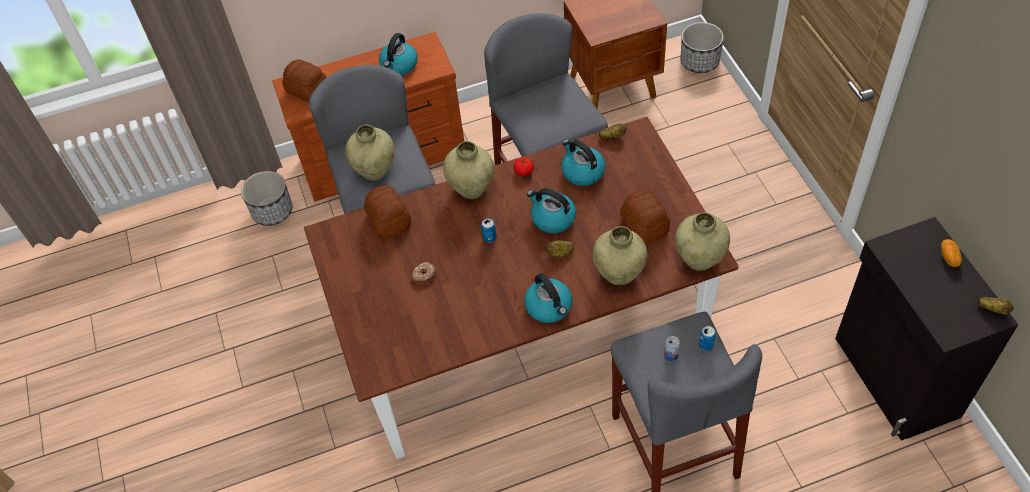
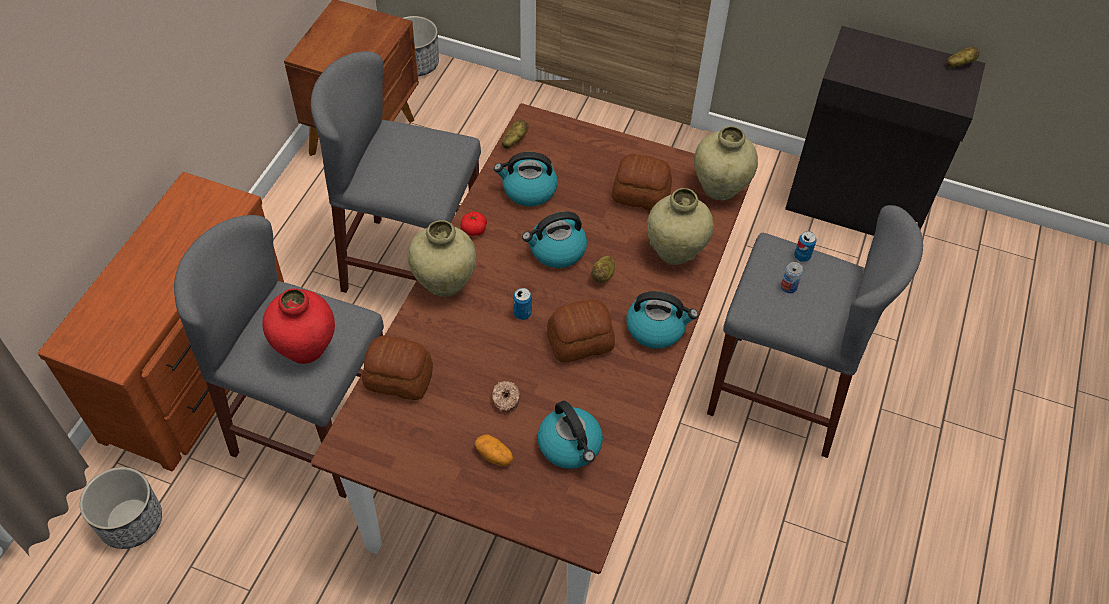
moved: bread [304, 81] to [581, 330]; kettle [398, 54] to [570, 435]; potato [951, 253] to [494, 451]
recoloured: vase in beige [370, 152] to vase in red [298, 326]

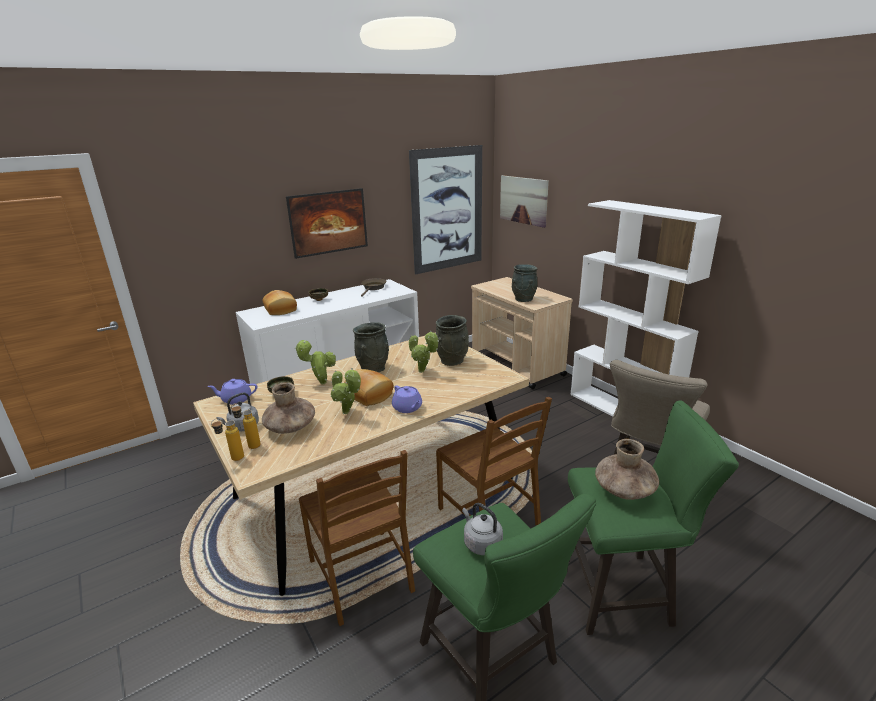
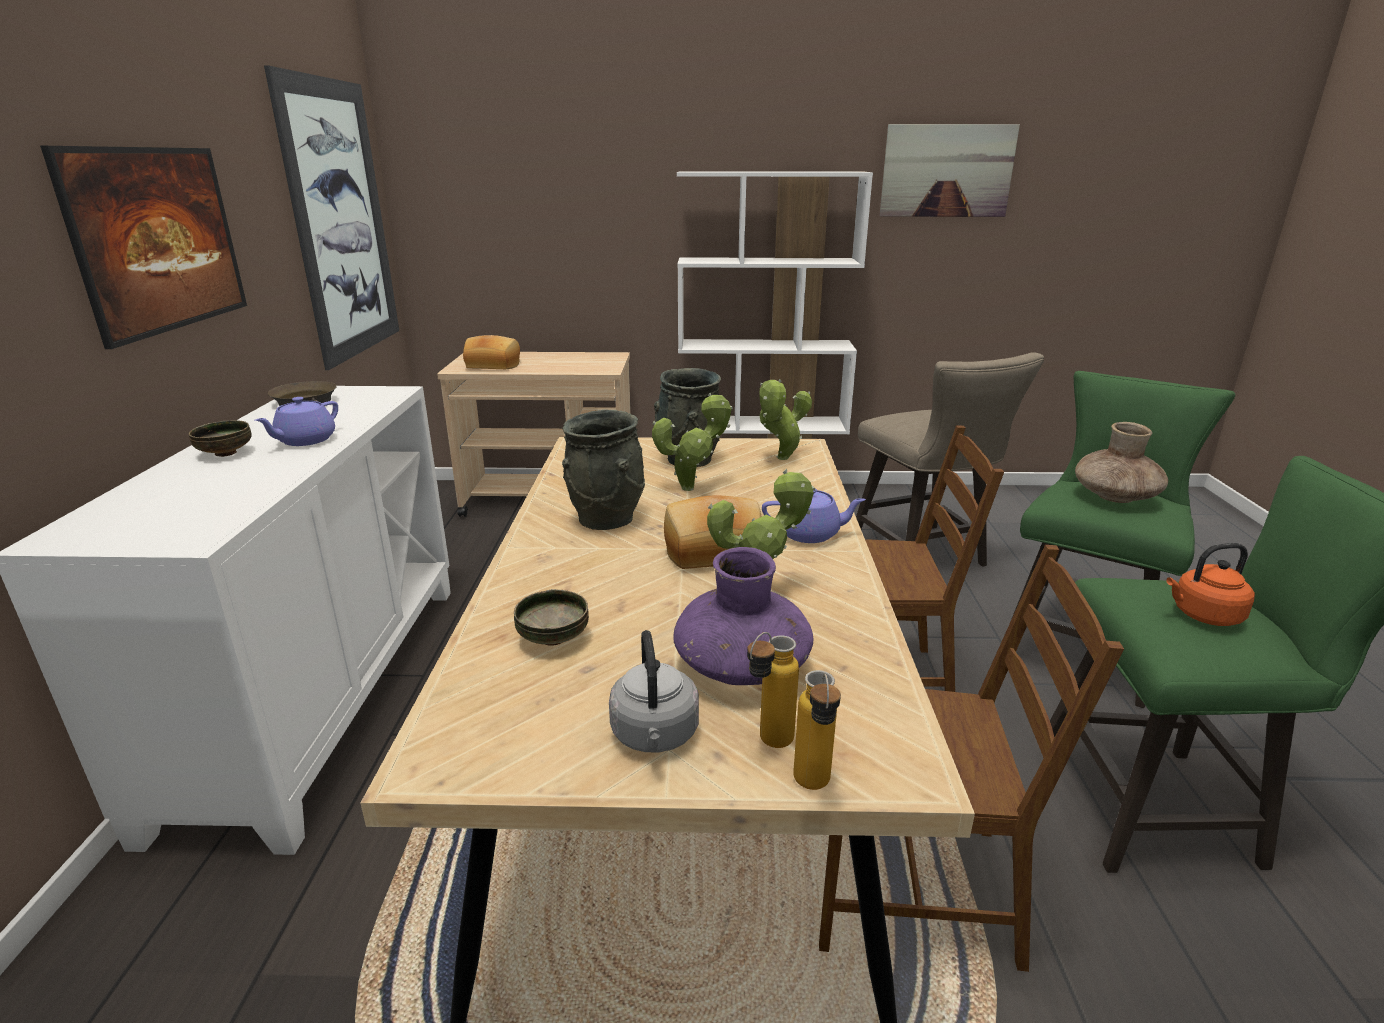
removed: vase in grey [525, 283]
moved: teapot in purple [232, 391] to [296, 421]; bread [280, 302] to [491, 352]; potted plant [315, 362] to [785, 419]; picture [524, 201] to [949, 170]
recoloured: vase in brown [288, 408] to vase in purple [743, 616]; kettle in grey [482, 529] to kettle in orange [1210, 584]

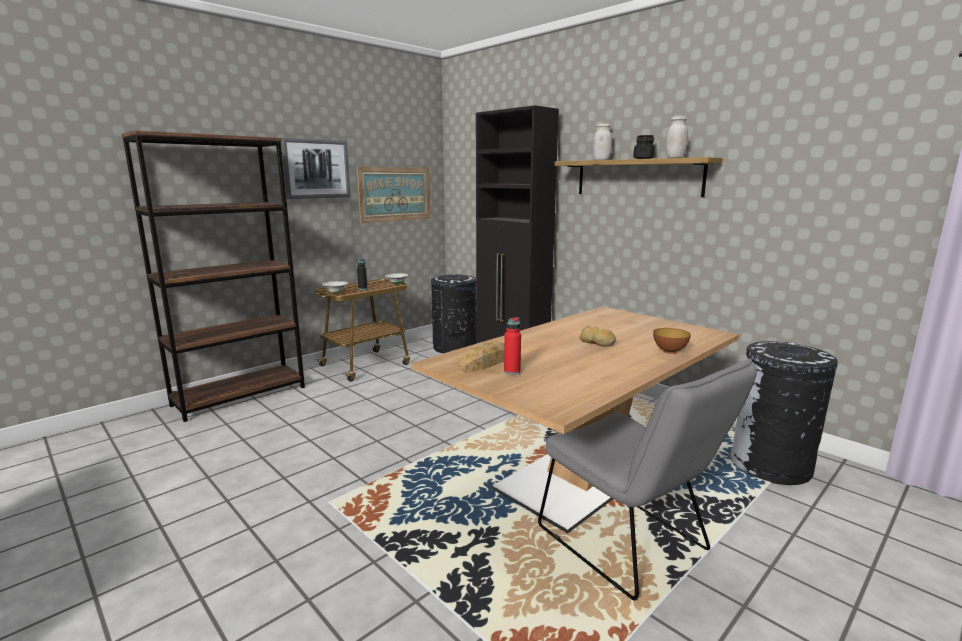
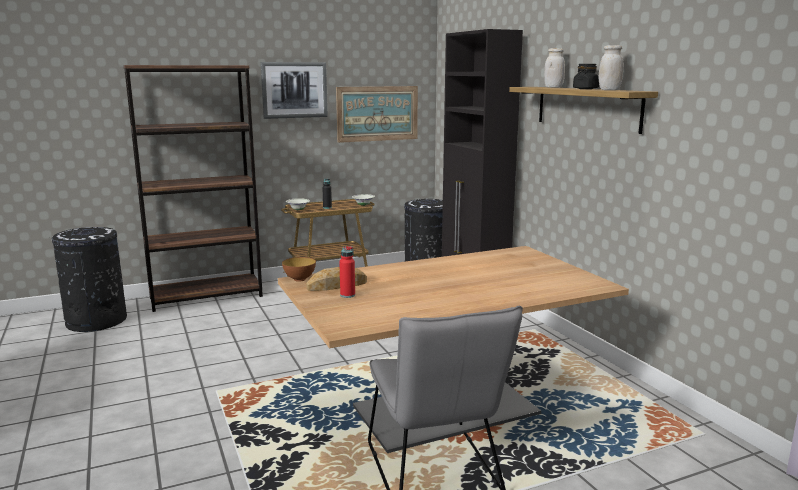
removed: bread [597, 336]
moved: bowl [672, 341] to [299, 269]; trash can in black [784, 413] to [88, 279]

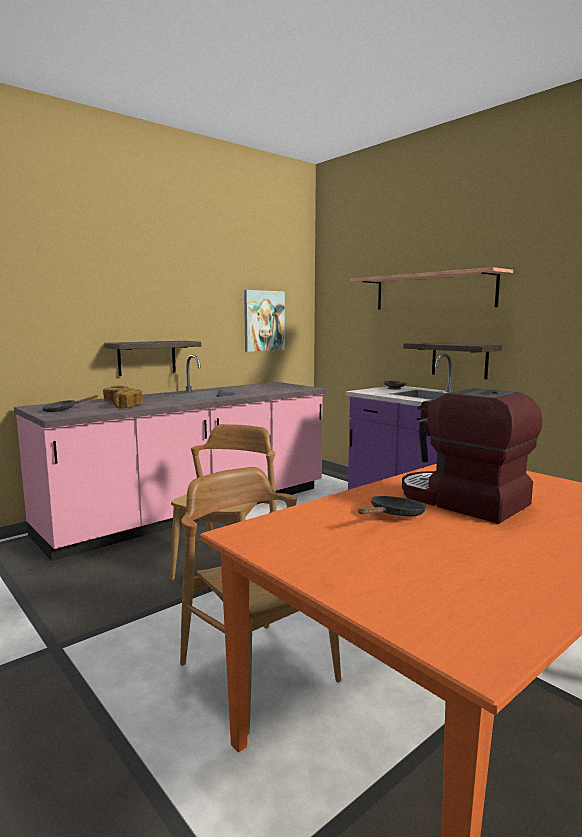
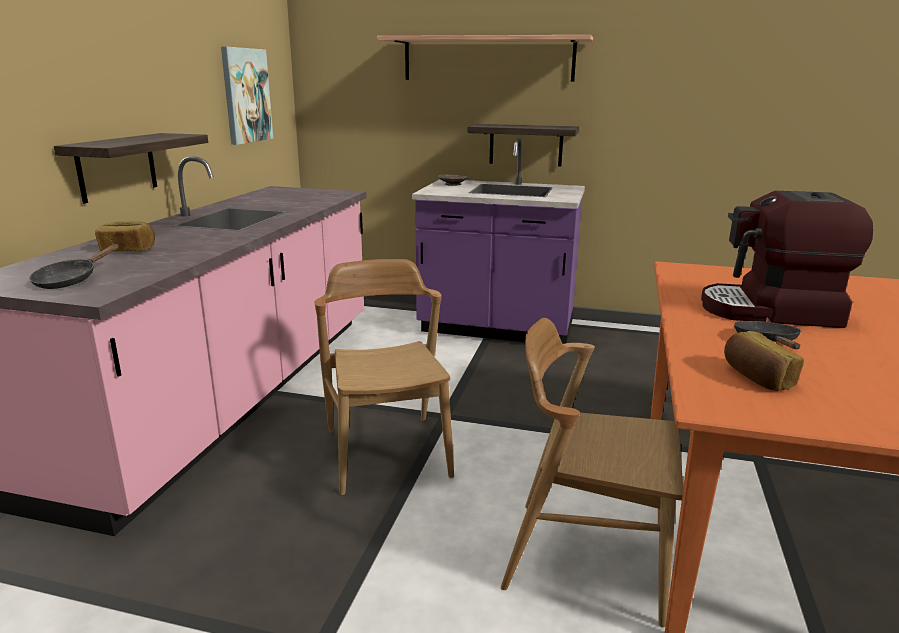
moved: bread [128, 398] to [764, 361]

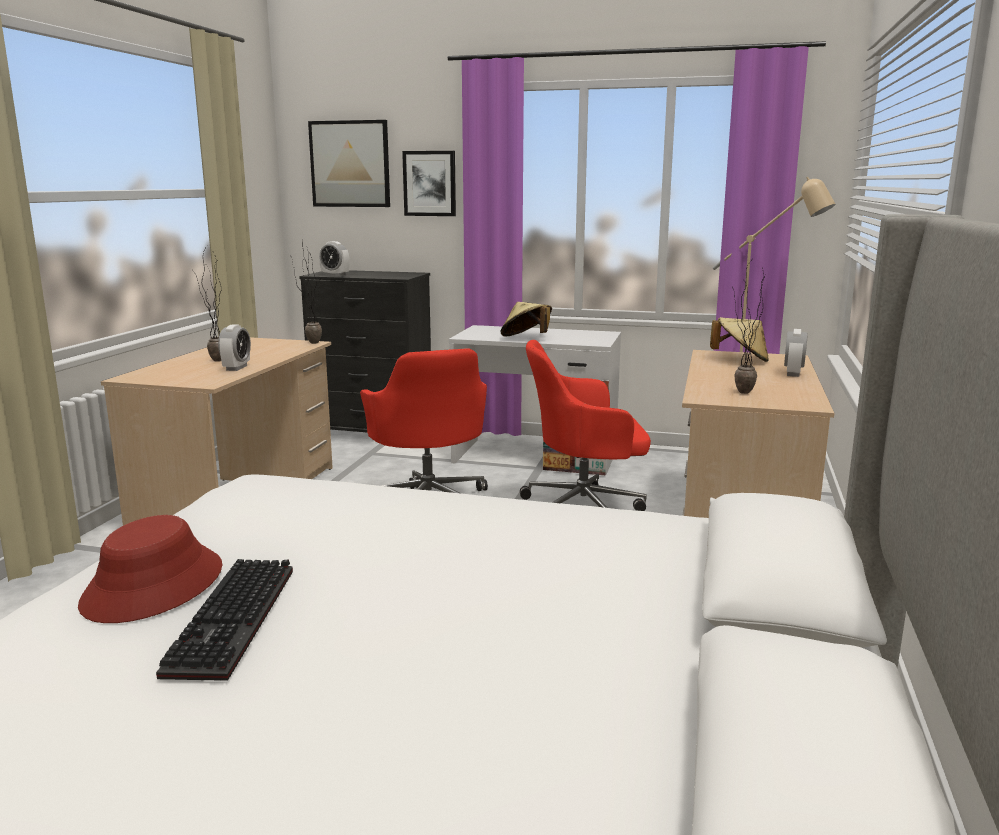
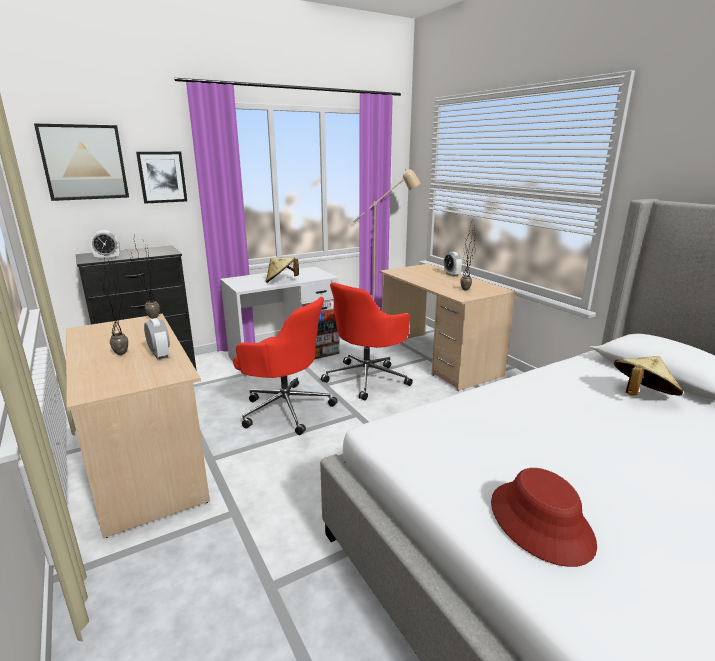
removed: keyboard [224, 620]
moved: hat in beige [739, 339] to [648, 376]

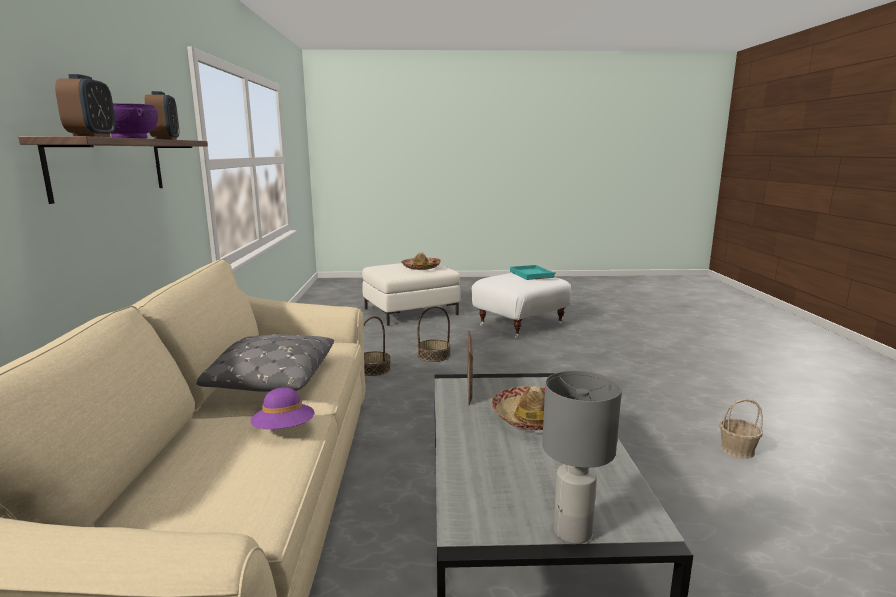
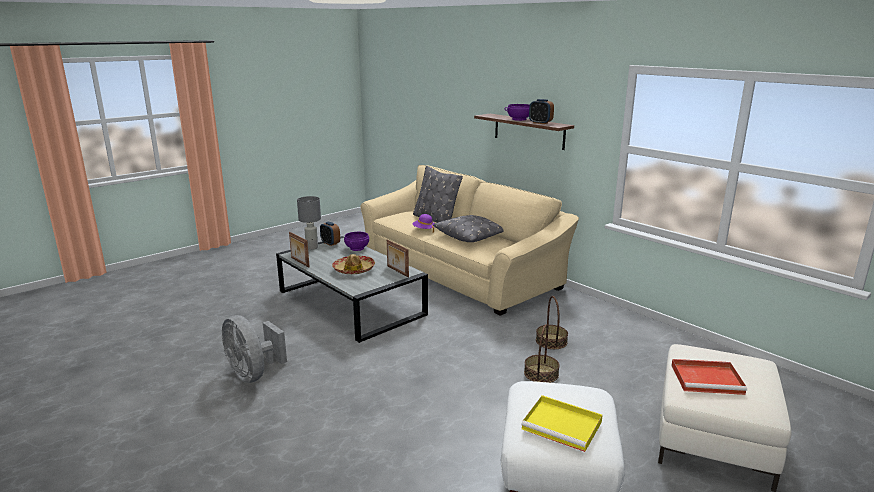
added: picture frame [299, 249]; bowl in purple [356, 241]; pillow in grey [438, 194]
moved: alarm clock [85, 105] to [330, 234]
replaced: hat [421, 261] to tray in red [709, 377]; basket [741, 429] to fan in grey [254, 349]
recoloured: tray in turquoise [533, 272] to tray in yellow [562, 423]

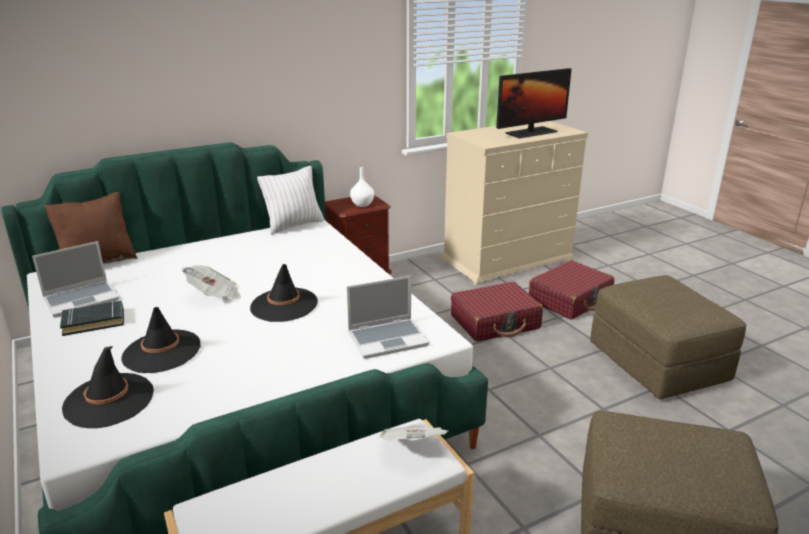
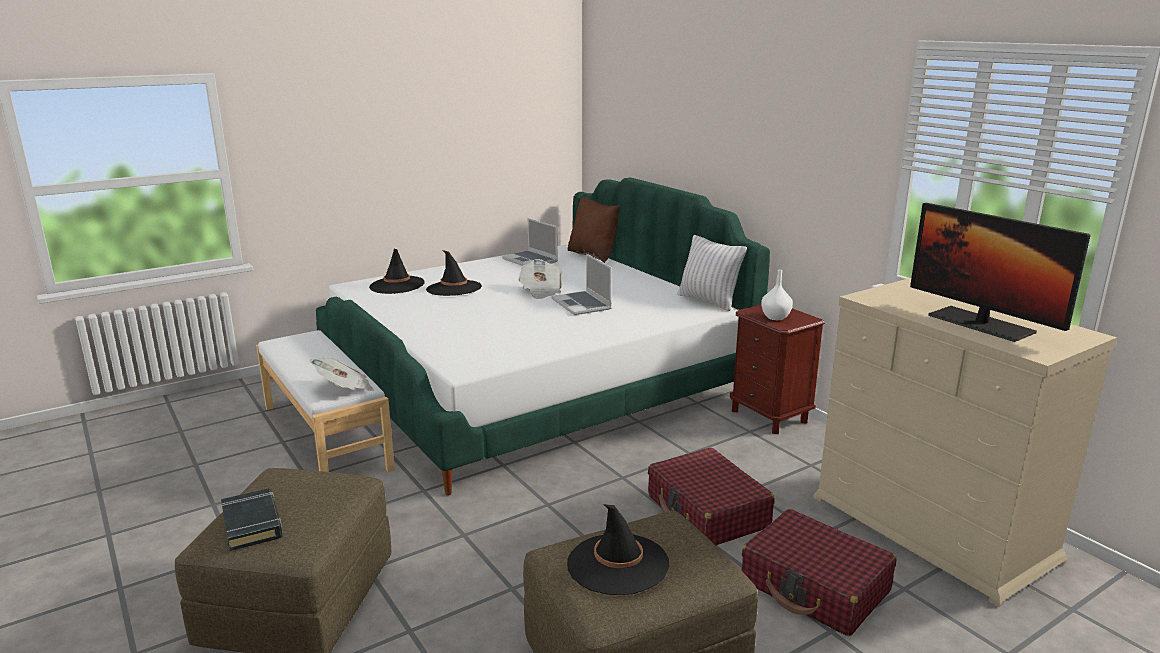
moved: book in black [92, 318] to [252, 519]; hat in black [284, 293] to [618, 549]; laptop [388, 317] to [582, 284]

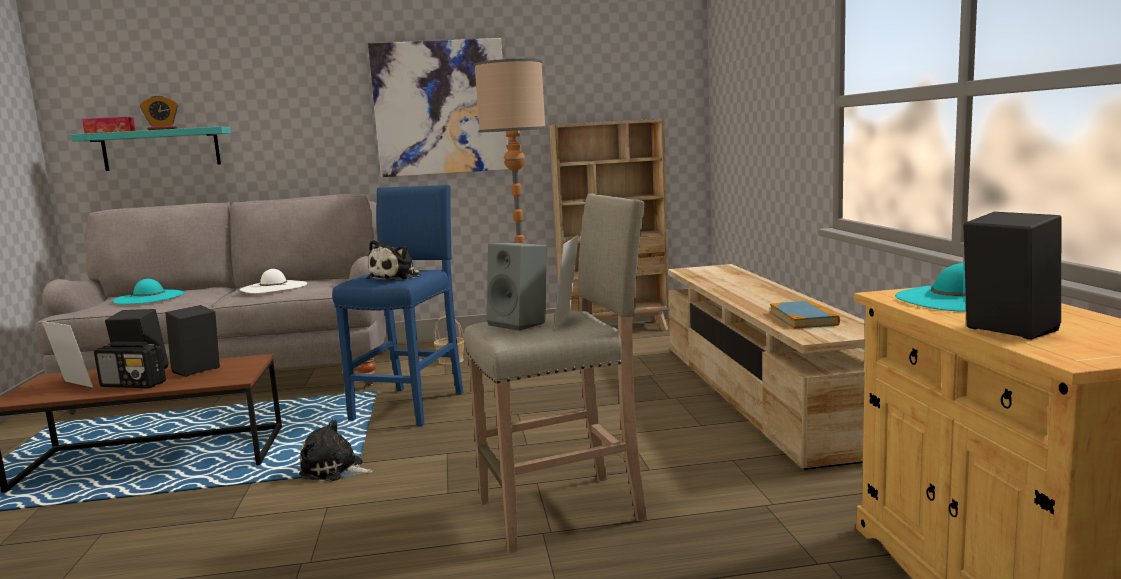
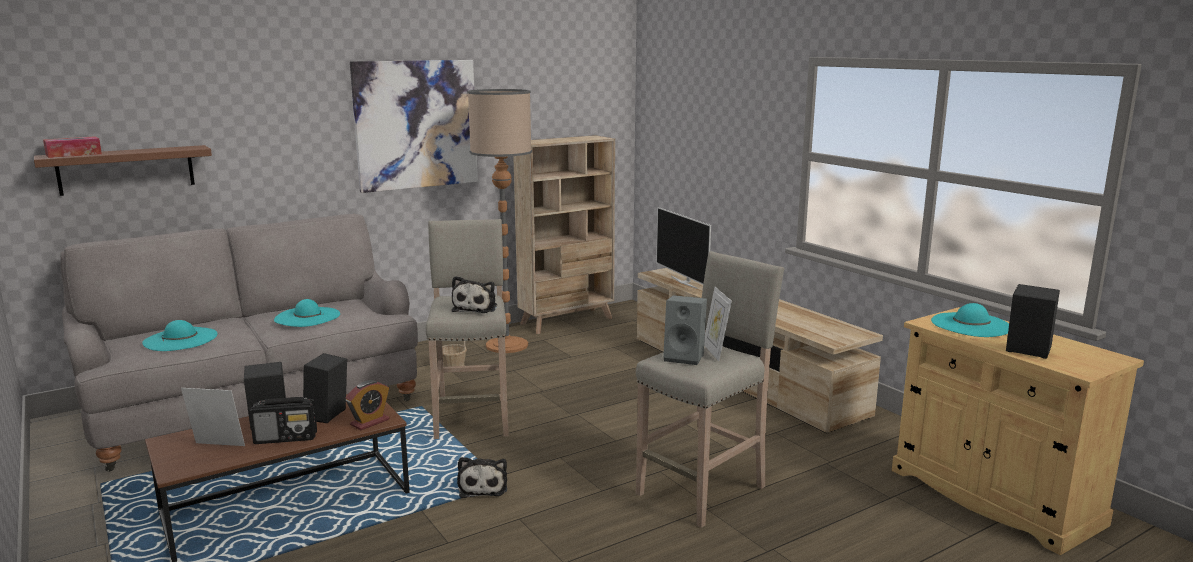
removed: book [805, 314]
added: television [683, 248]
moved: alarm clock [159, 112] to [367, 405]
recoloured: shelf in turquoise [151, 148] to shelf in brown [123, 170]; hat in white [273, 281] to hat in turquoise [307, 313]; stool in blue [397, 306] to stool in beige [467, 329]
turned: plush toy [336, 450] = [482, 477] 90 degrees counterclockwise

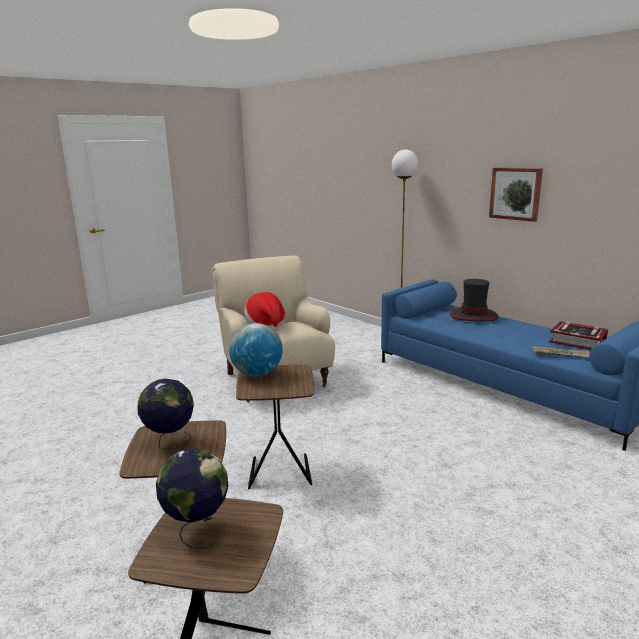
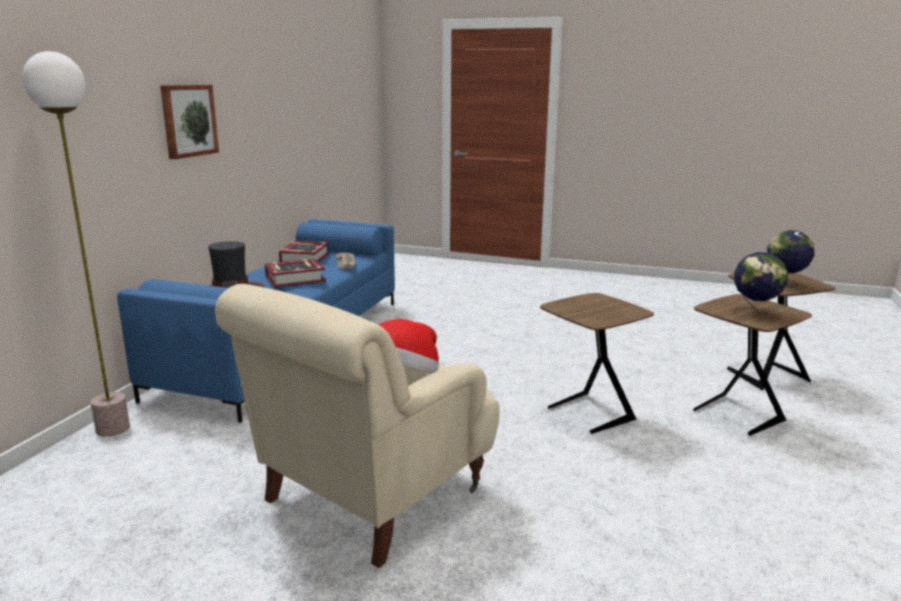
removed: globe [256, 349]
added: book [295, 273]

